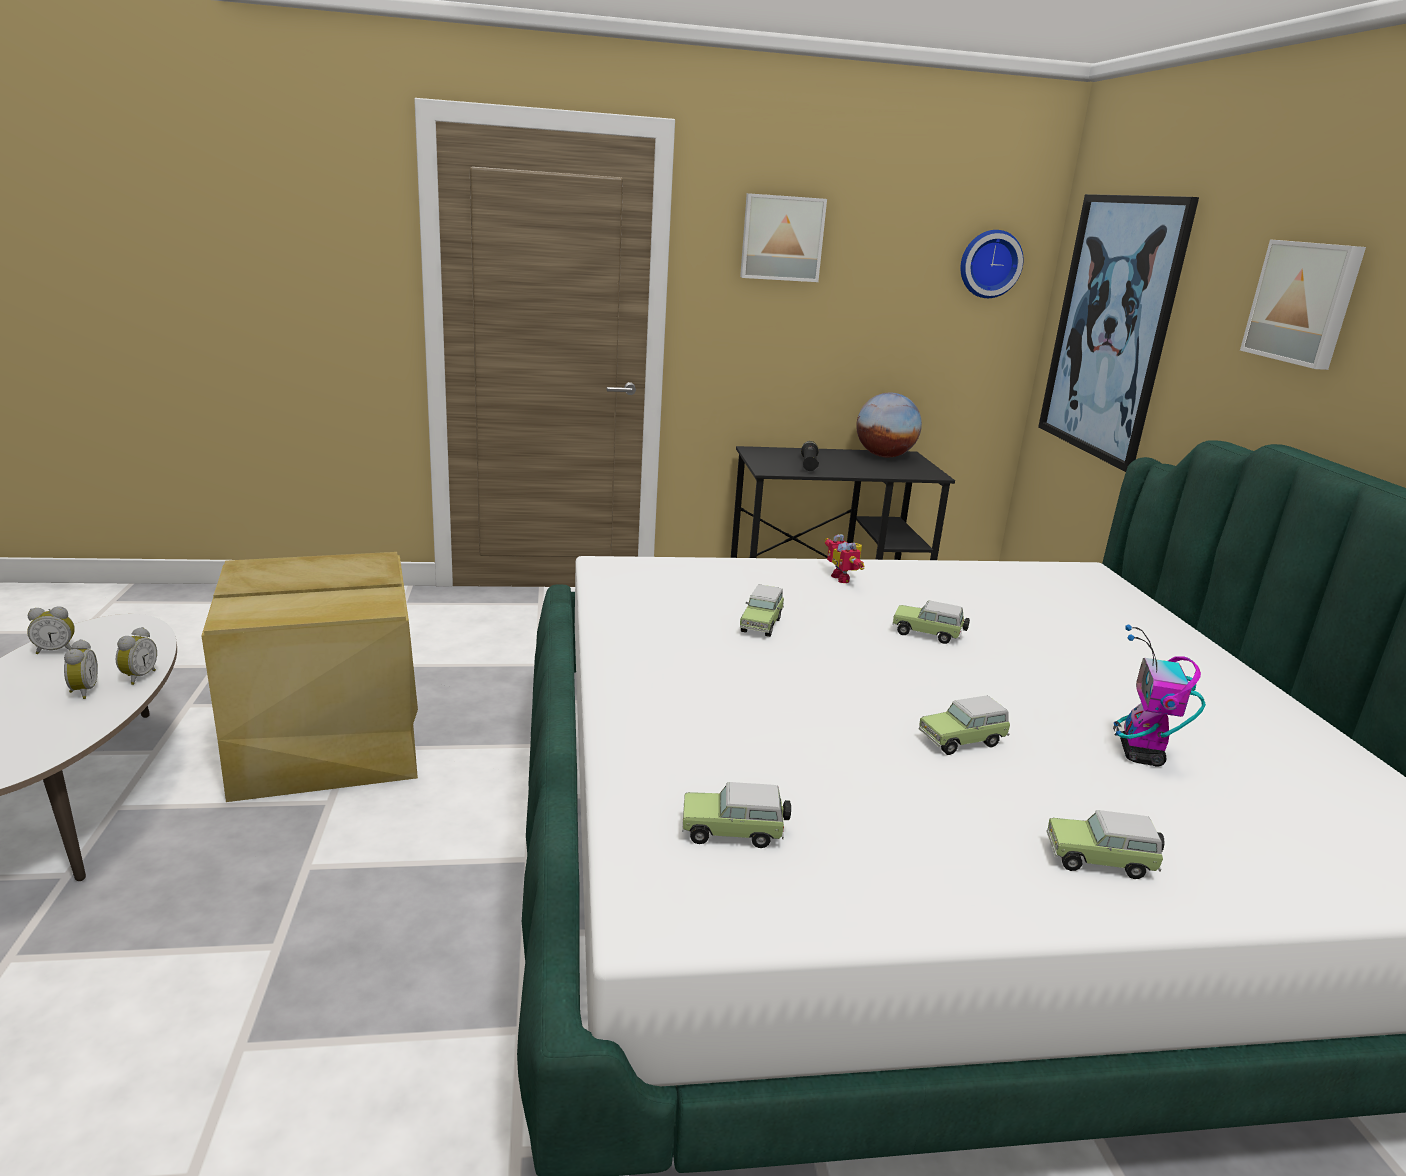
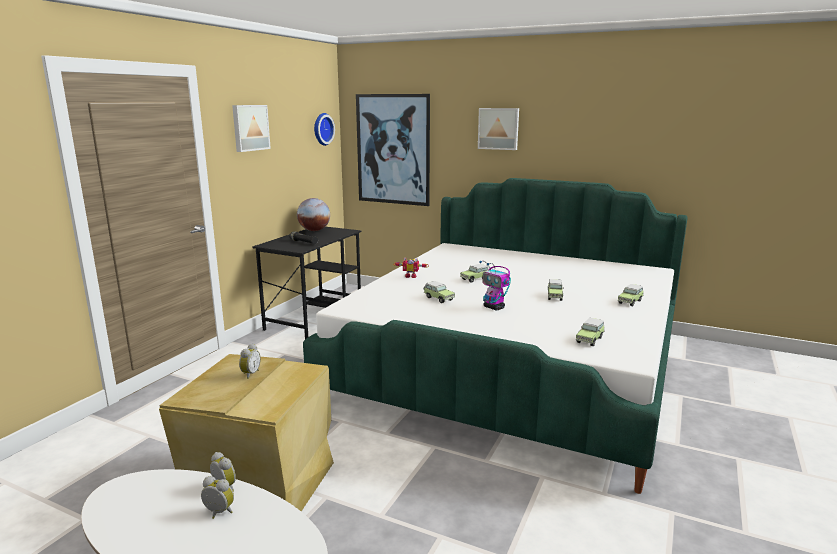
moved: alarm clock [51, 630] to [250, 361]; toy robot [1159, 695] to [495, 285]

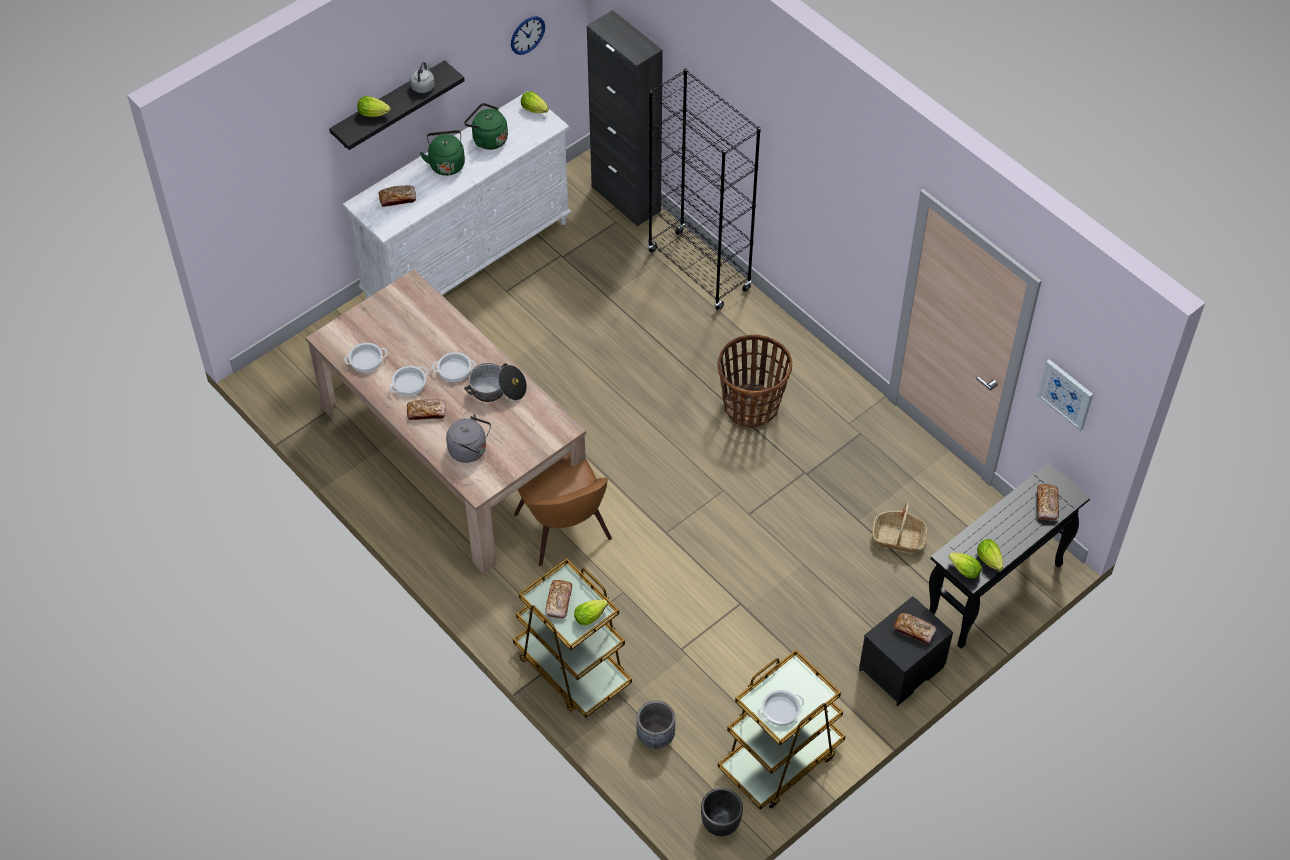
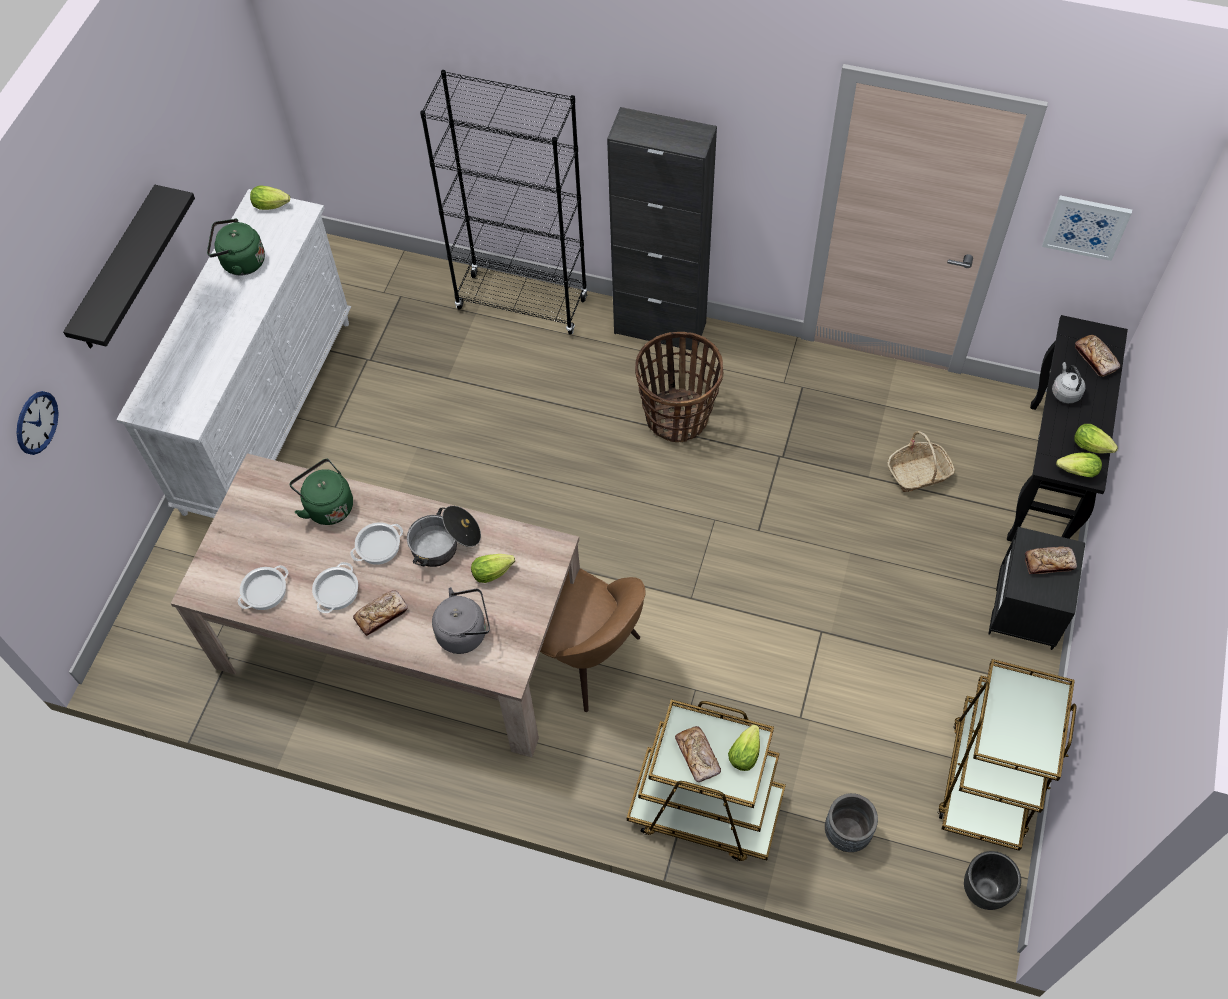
removed: bread [397, 196]; cooking pot [781, 708]
moved: lettuce [374, 106] to [493, 568]; kettle in grey [422, 77] to [1069, 383]; kettle in green [442, 153] to [321, 492]; wall clock [528, 35] to [38, 423]; cabinet in black [625, 118] to [662, 228]

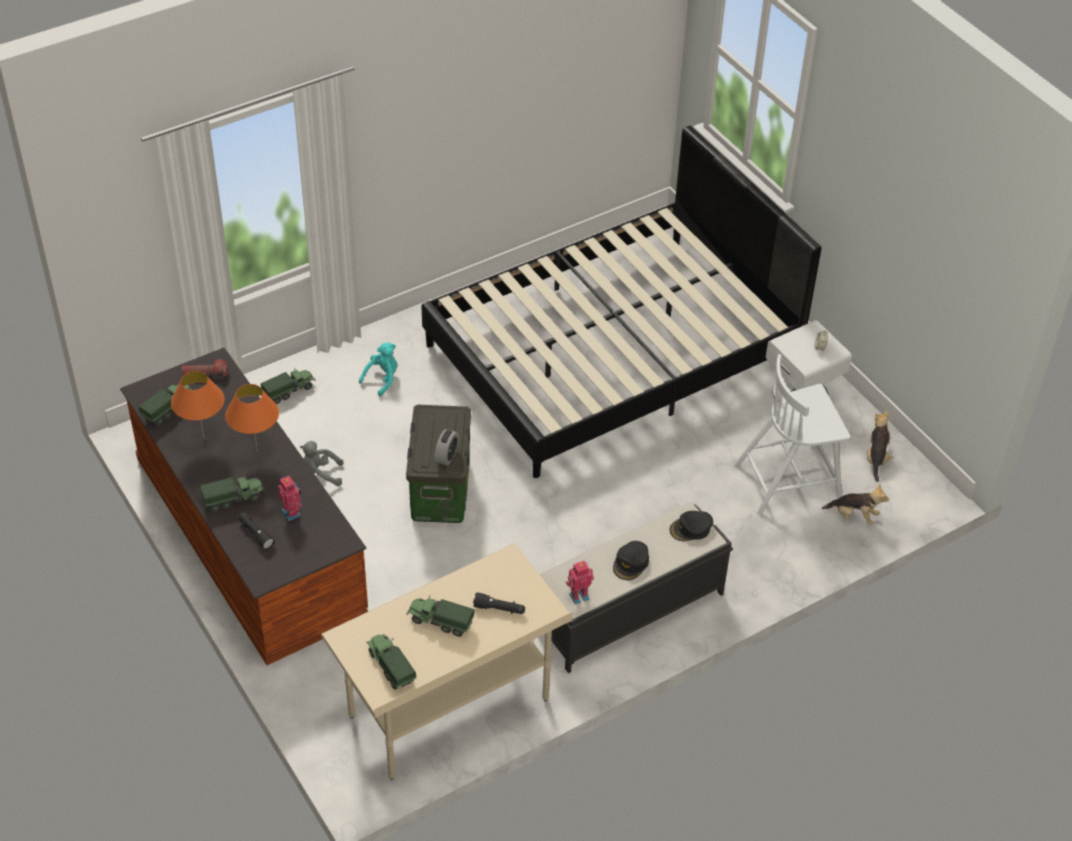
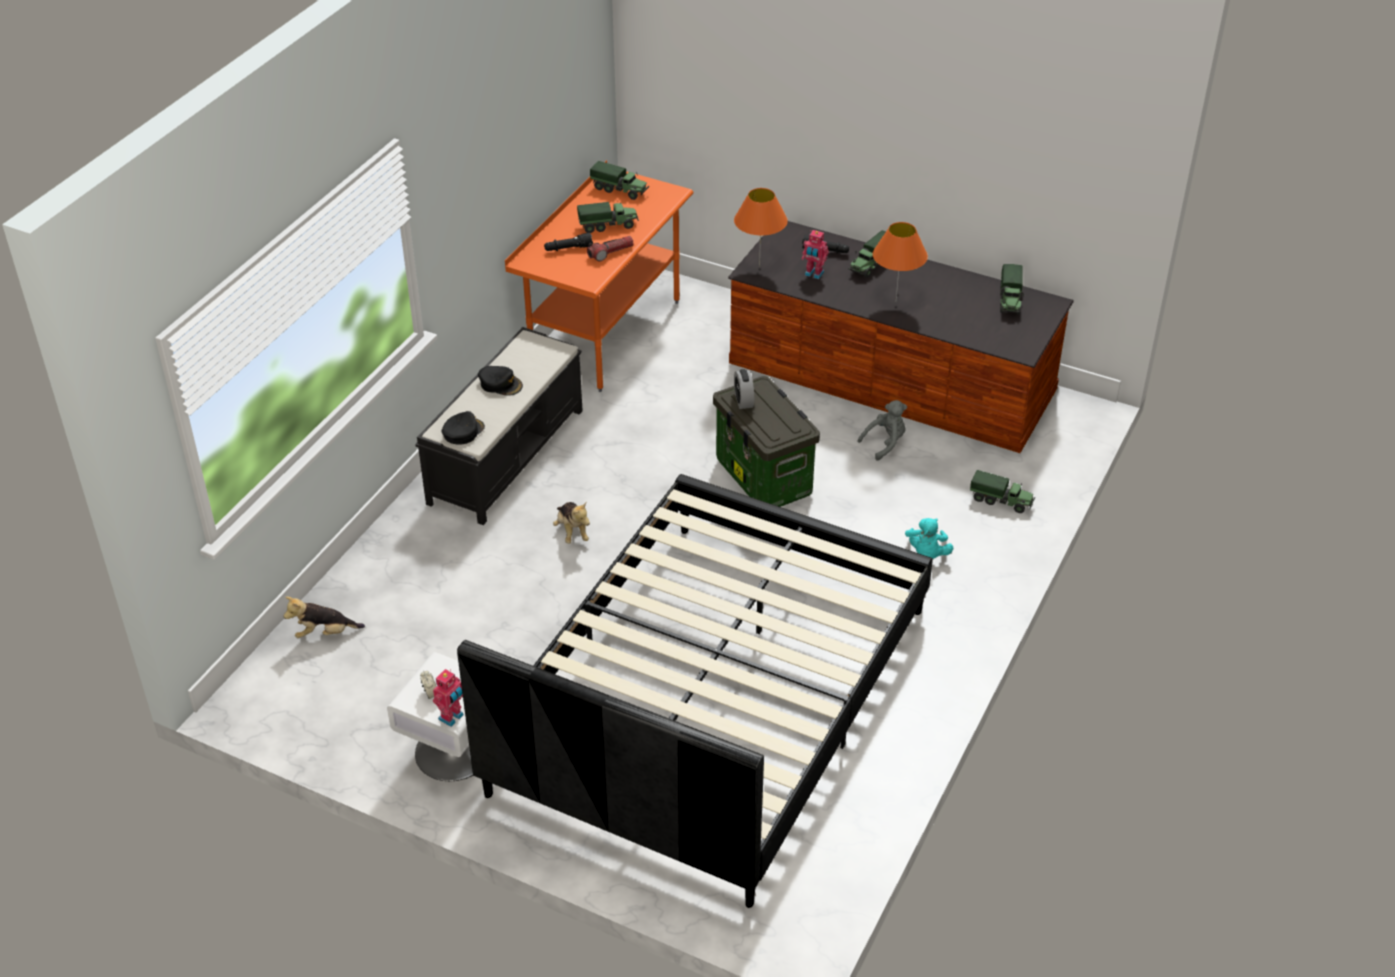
removed: chair in white [792, 434]
moved: table lamp in orange [198, 404] to [761, 227]; flashlight [205, 369] to [610, 249]; toy robot [580, 582] to [448, 698]; plush toy [880, 446] to [571, 523]
recoloured: desk in beige [446, 661] to desk in orange [599, 276]
turned: toy truck [288, 386] = [1002, 491] 90 degrees counterclockwise; cap in black [631, 560] = [500, 381] 120 degrees clockwise

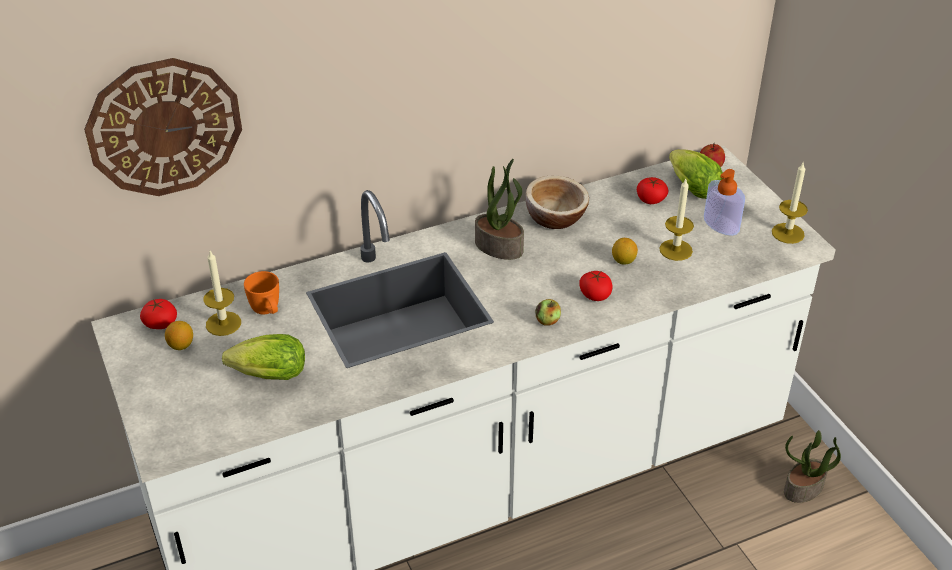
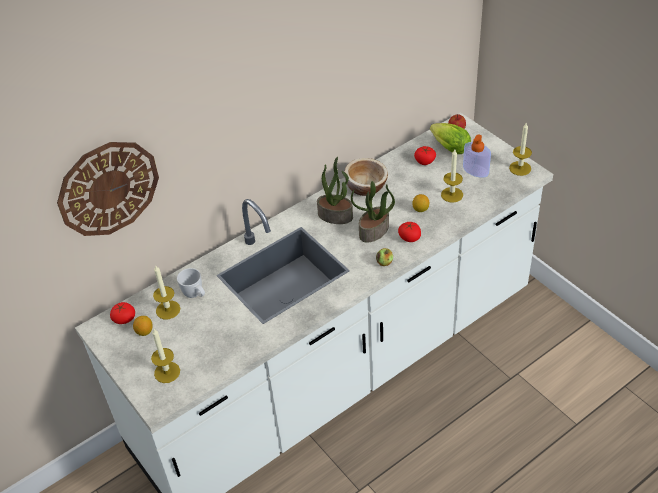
removed: lettuce [263, 357]
added: candle [165, 356]
moved: potted plant [812, 466] to [373, 212]
recoloured: mug in orange [261, 293] to mug in white [191, 283]

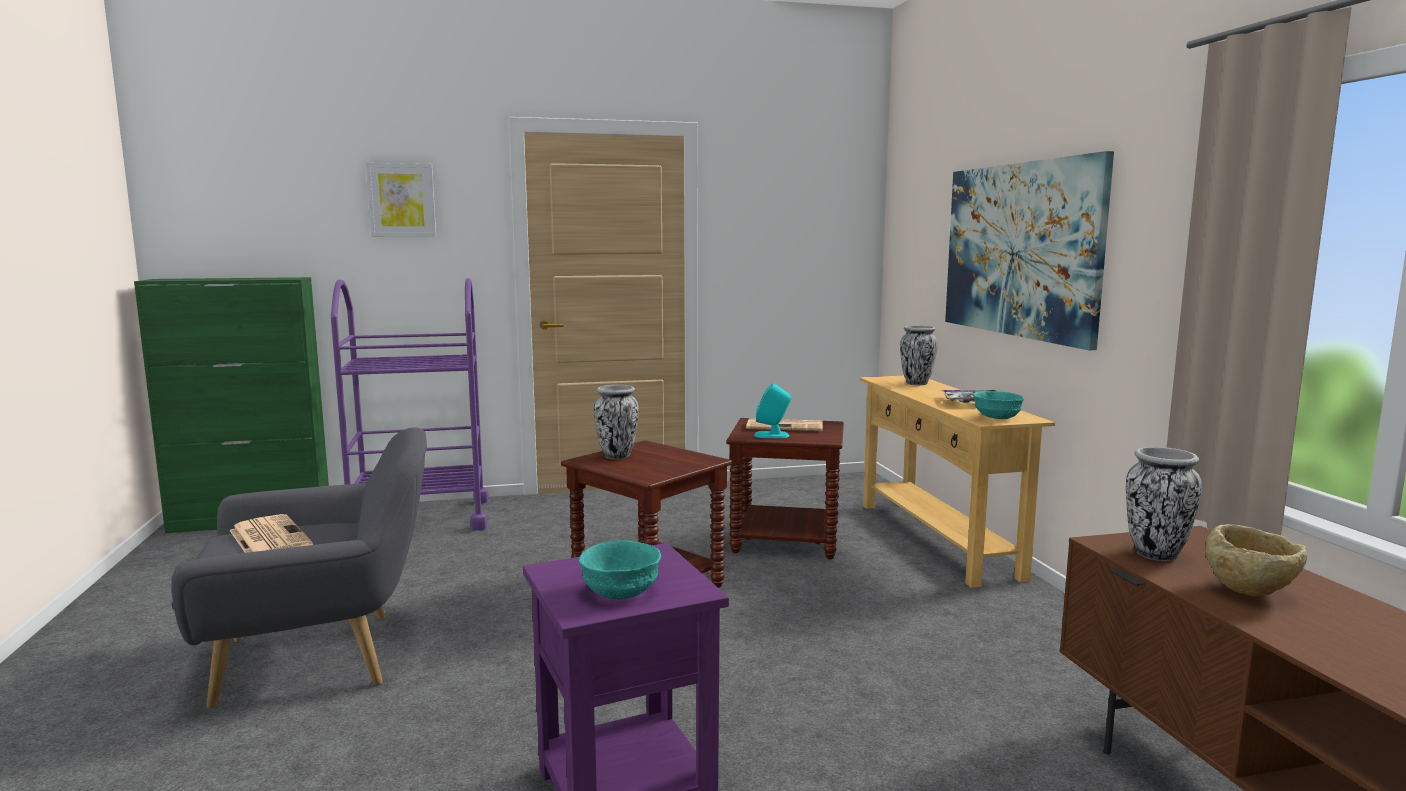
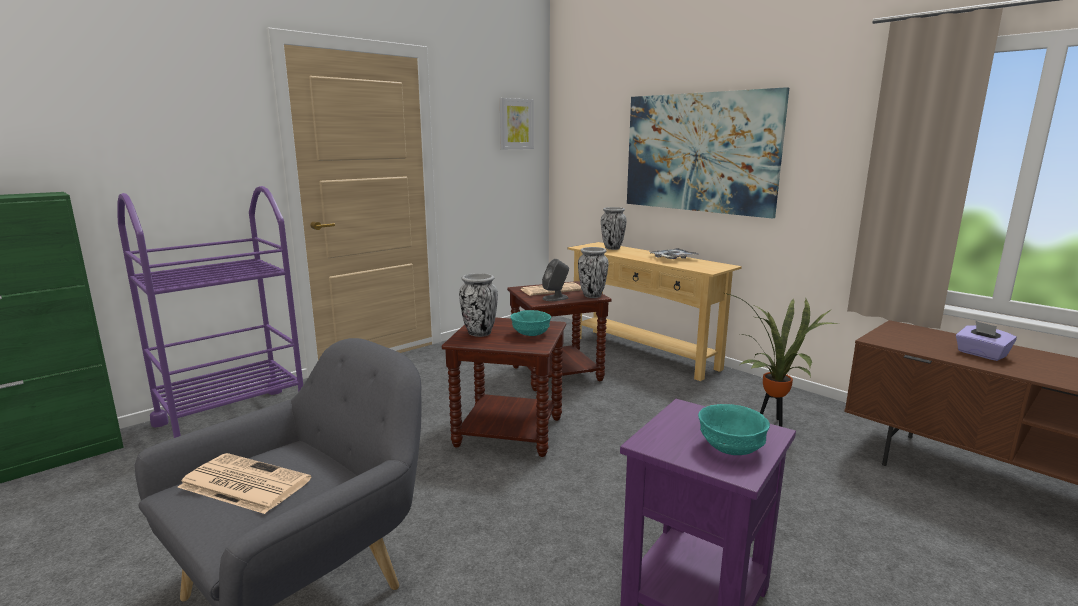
added: potted plant [782, 360]
moved: picture [401, 200] to [517, 123]; bowl in turquoise [998, 405] to [530, 323]; vase [1164, 504] to [593, 272]
replaced: bowl in beige [1256, 560] to tissue box in purple [986, 341]
recoloured: speaker in turquoise [772, 410] to speaker in grey [555, 280]

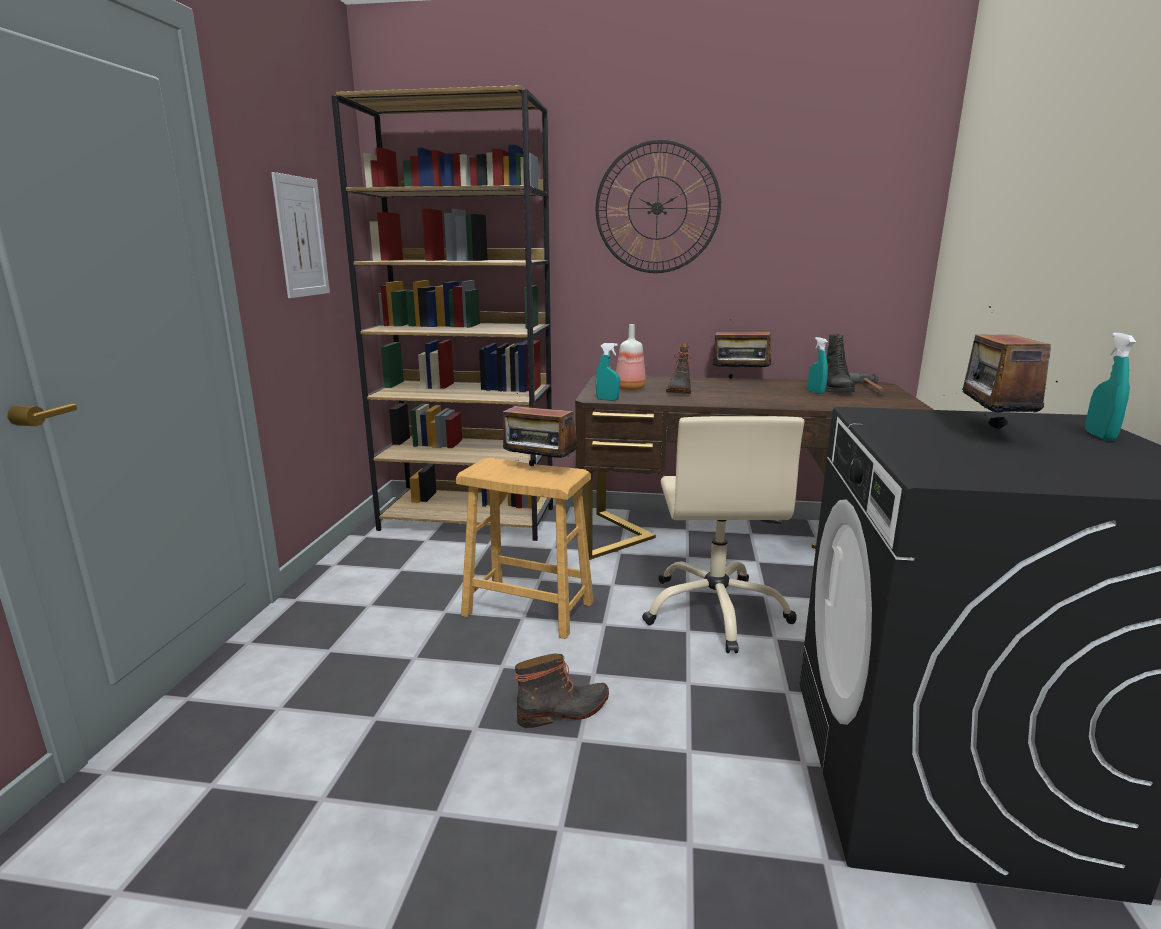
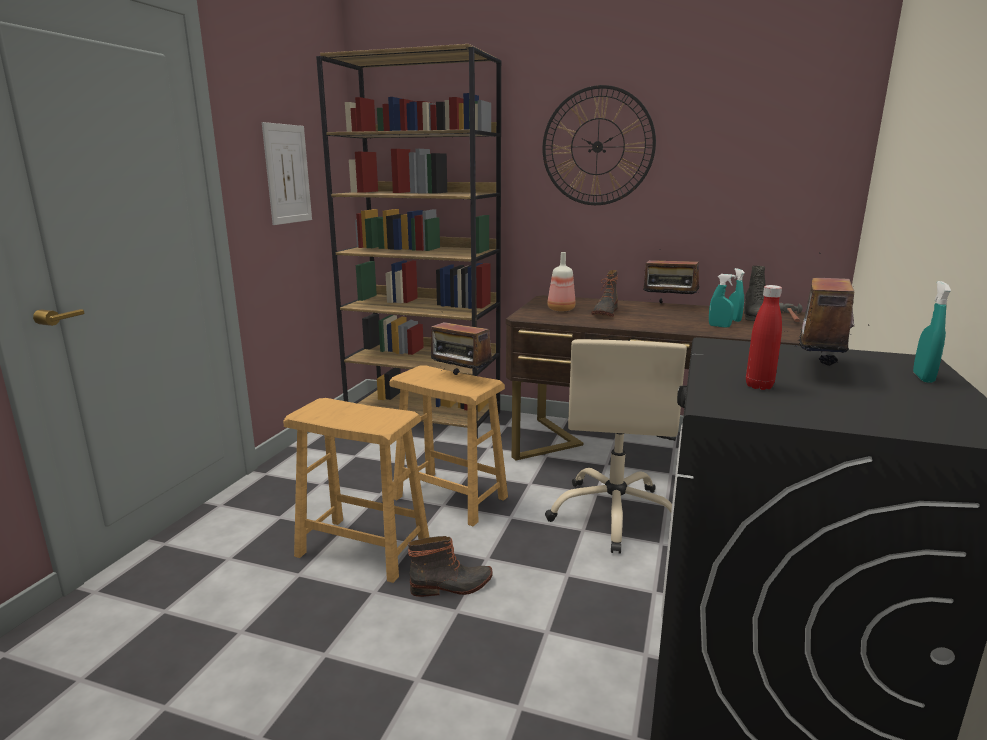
added: stool in brown [356, 490]; bottle in red [764, 337]
moved: spray bottle in turquoise [608, 372] to [722, 301]

